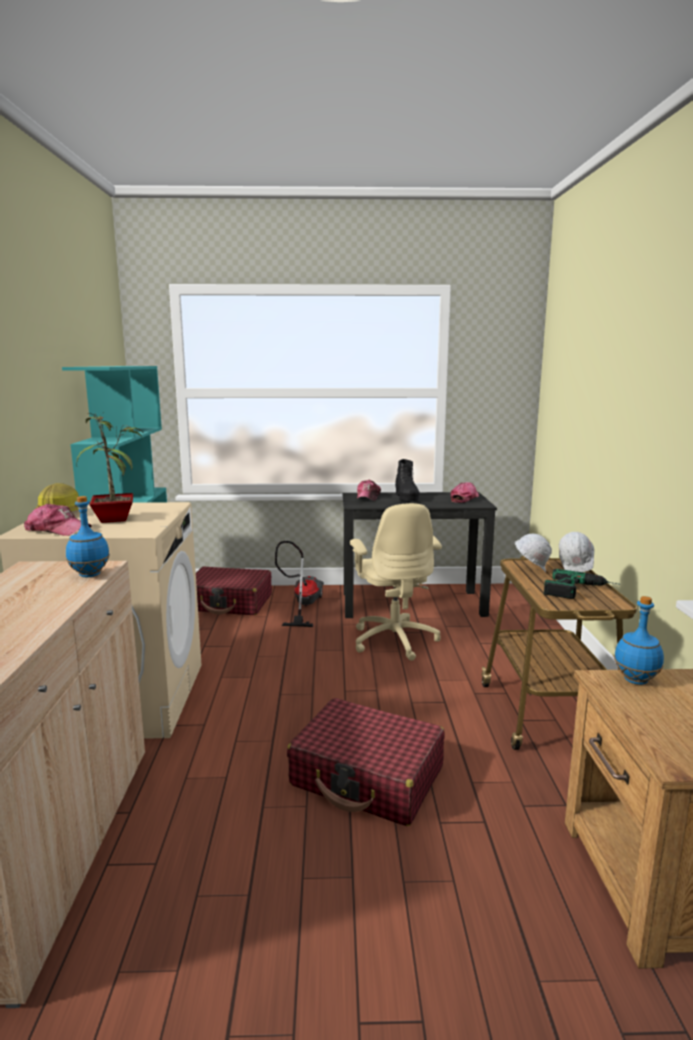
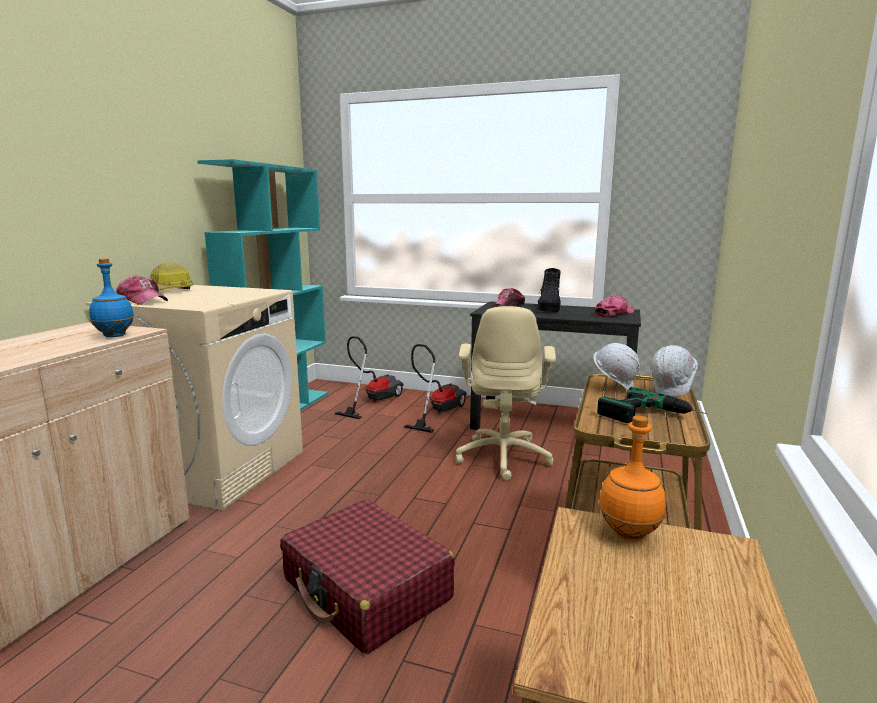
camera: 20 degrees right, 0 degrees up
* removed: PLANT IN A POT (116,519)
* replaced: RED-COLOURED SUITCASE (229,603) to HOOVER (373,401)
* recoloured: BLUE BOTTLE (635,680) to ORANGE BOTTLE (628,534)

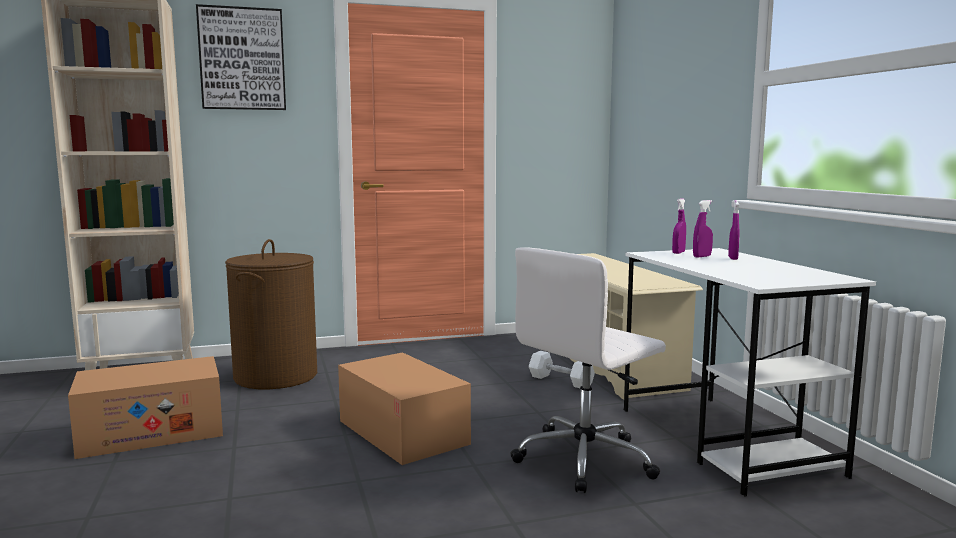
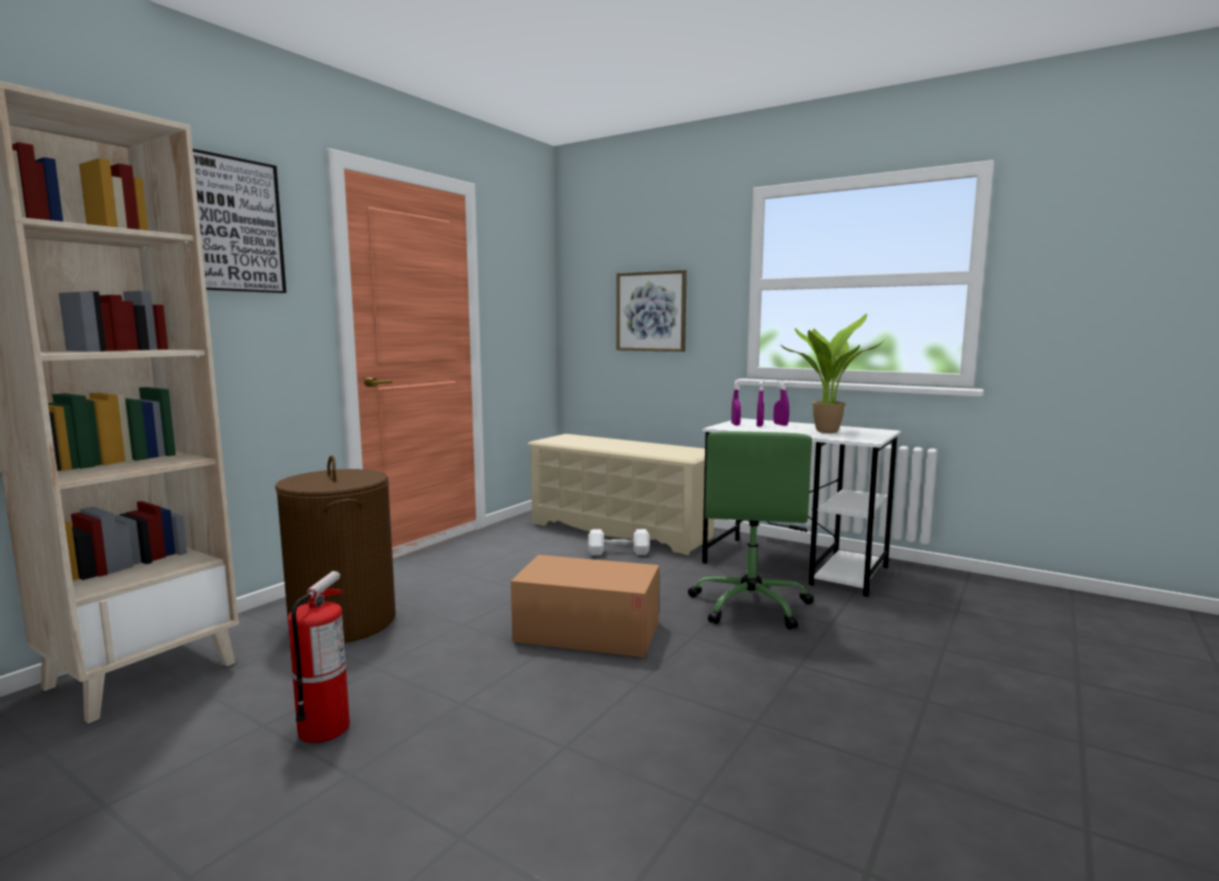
camera: 40 degrees left, 0 degrees up
* replaced: CARTON (151,432) to FIRE-FIGHTING CYLINDER (324,728)
* recoloured: WHITISH COMPUTER CHAIR (586,459) to GREENISH COMPUTER CHAIR (750,605)
* added: WALL ART (651,311)
* added: PLANT IN A POT (825,431)

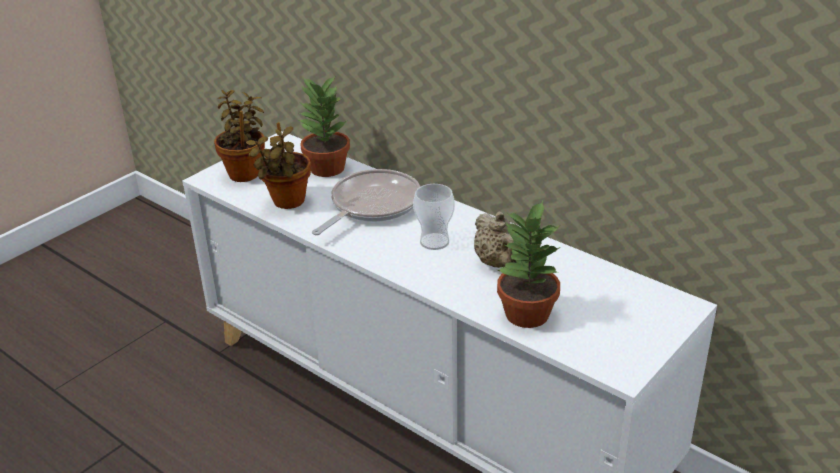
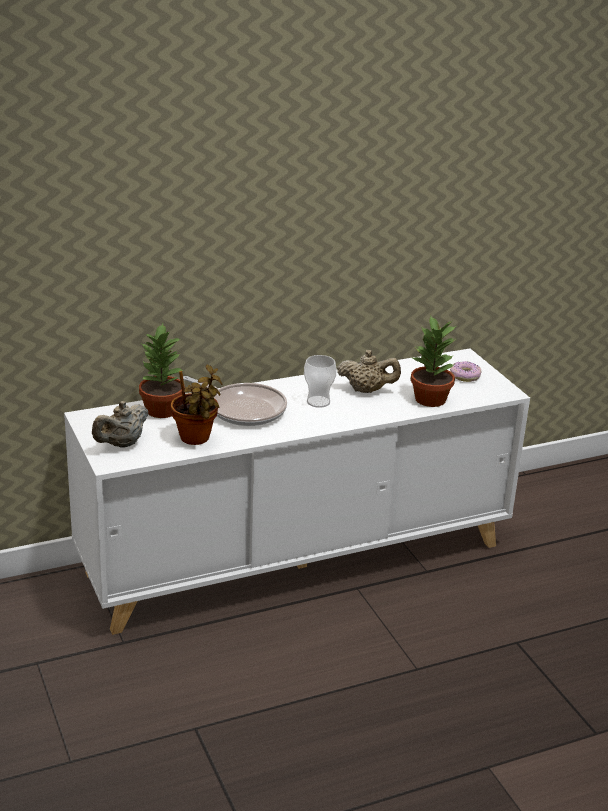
camera: 65 degrees left, 5 degrees down
* replaced: PLANT IN A POT (245,172) to SAND-COLOURED TEA POT (122,444)
* turned: SKILLET (372,206) = (243,409) 150 degrees clockwise
* added: RING DOUGHNUT (465,376)

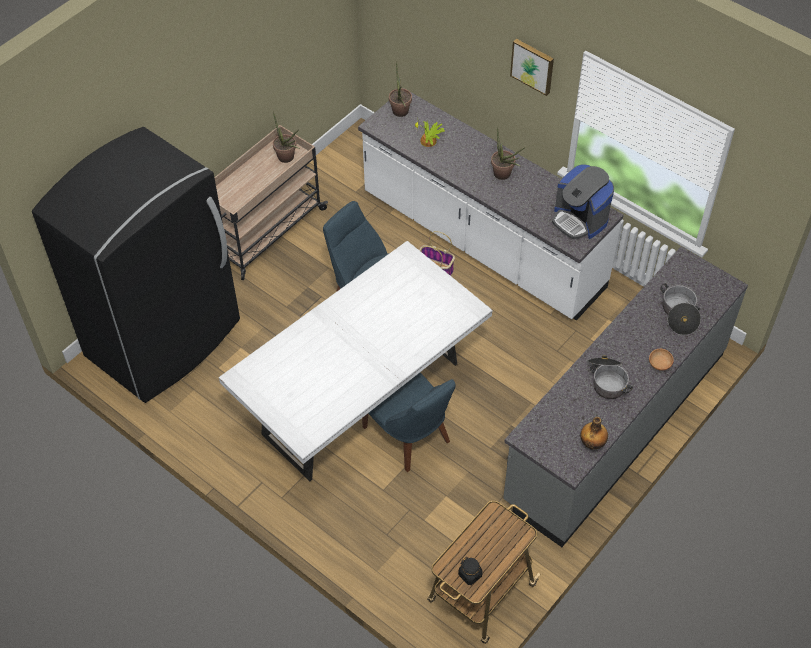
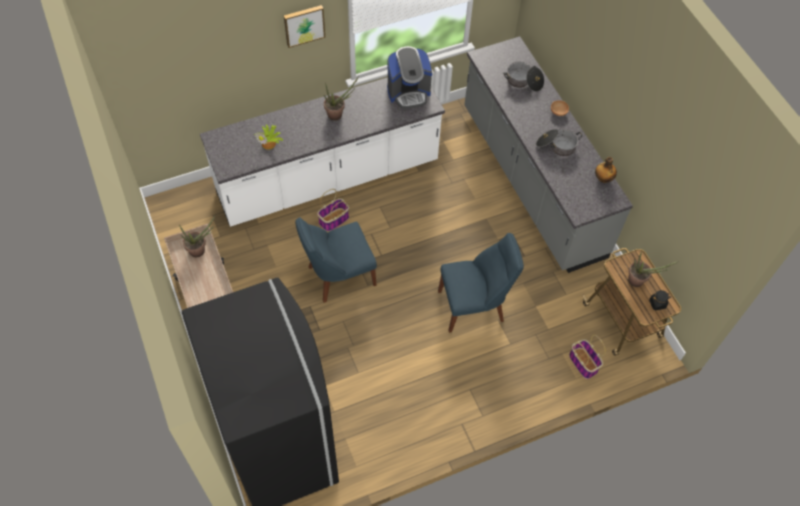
camera: 65 degrees left, 5 degrees up
* removed: WHITISH KITCHEN TABLE (361,398)
* moved: PLANT IN A POT (400,114) to (639,282)
* added: BASKET (584,363)

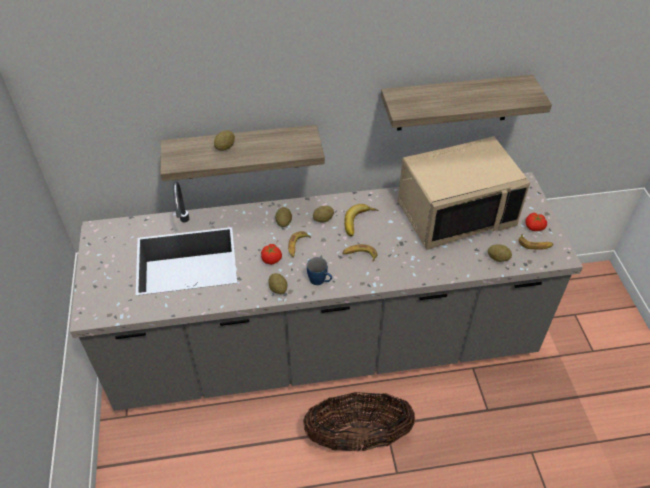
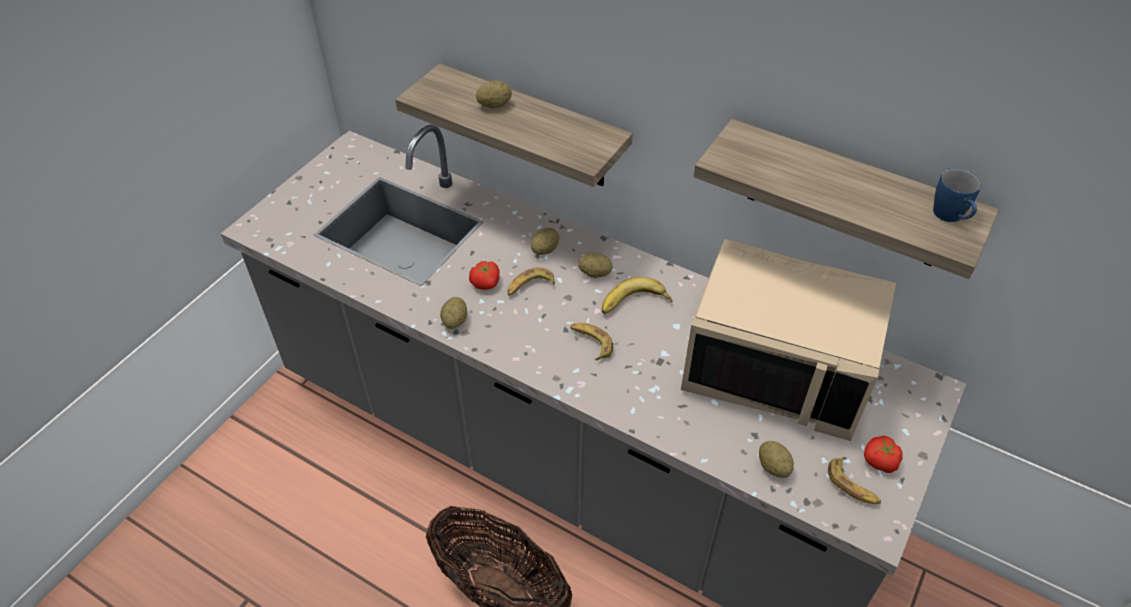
camera: 40 degrees right, 0 degrees up
* moved: BLUE MUG (320,281) to (951,217)

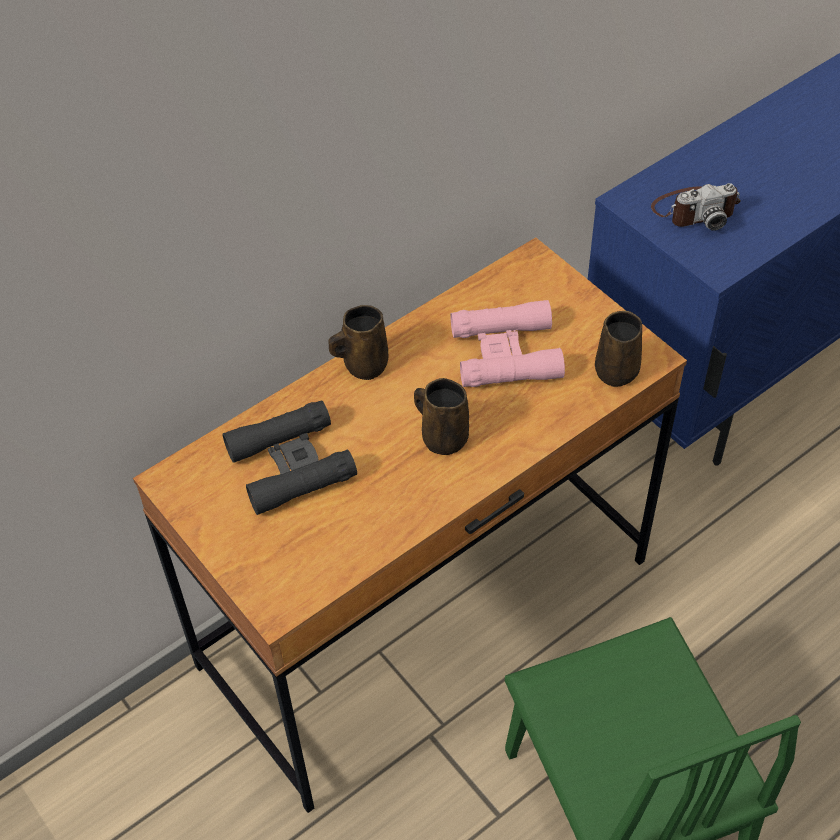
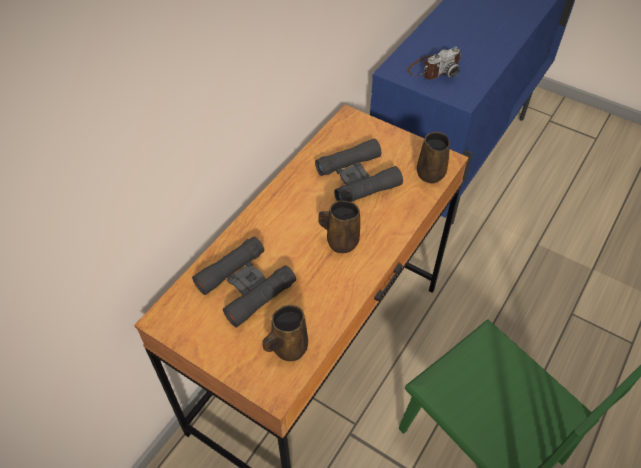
camera: 20 degrees left, 0 degrees up
* moved: BROWN-COLOURED MUG (363,365) to (288,348)
* recoloured: PINKISH FIELD GLASSES (505,353) to BLACK FIELD GLASSES (357,178)

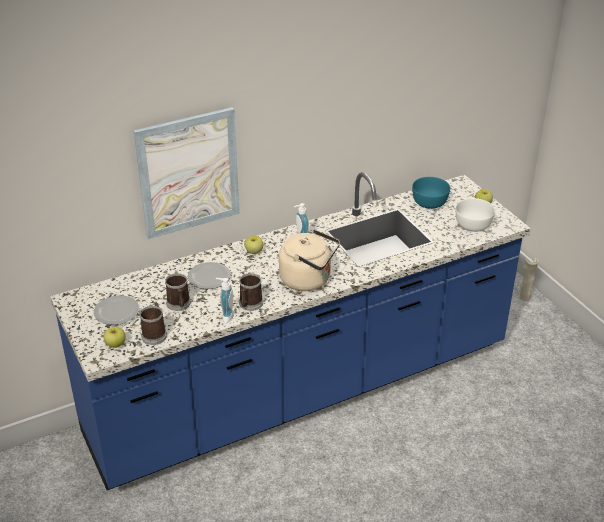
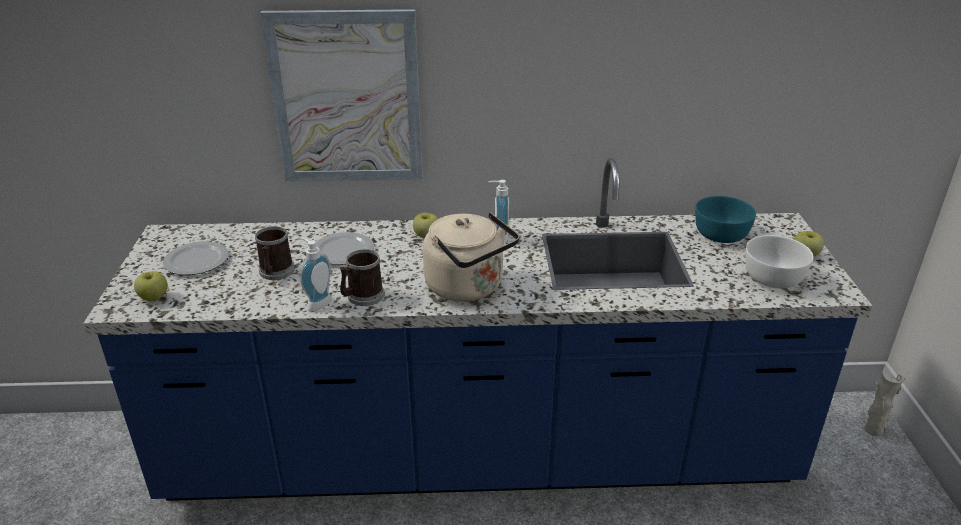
camera: 25 degrees right, 5 degrees down
* removed: MUG (155,334)

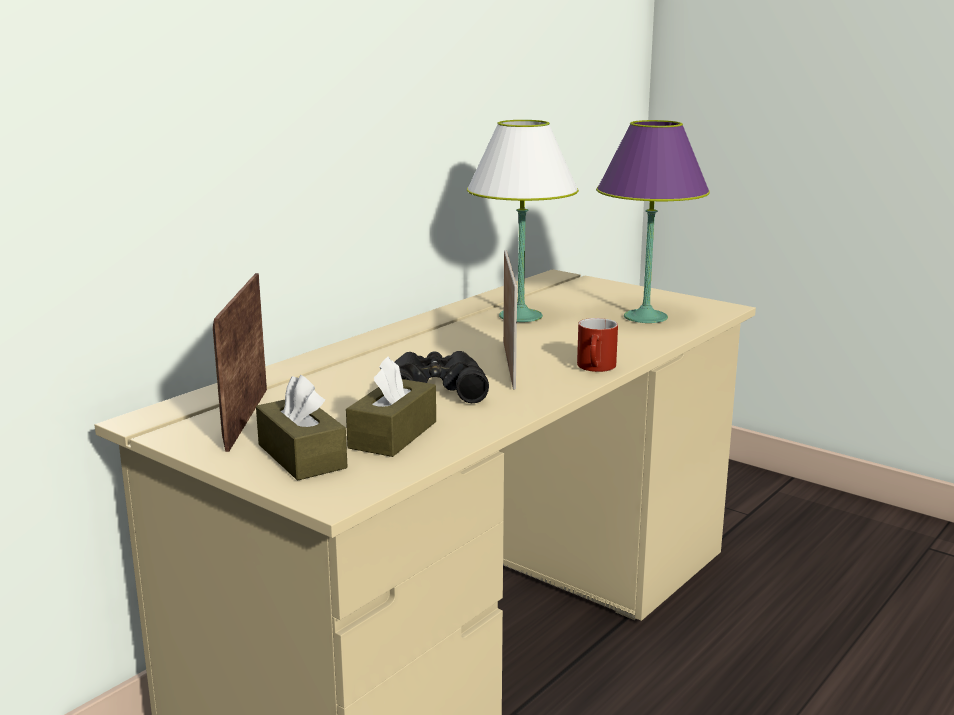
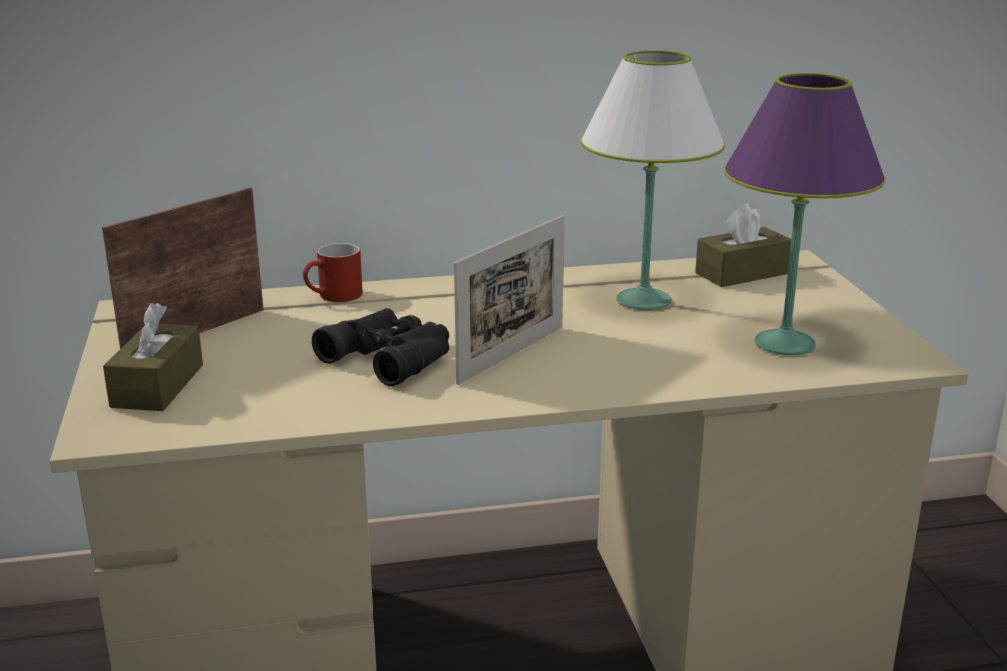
camera: 40 degrees right, 5 degrees up
* moved: BROWN-COLOURED TISSUE HOLDER (393,435) to (742,273)
* moved: RED-COLOURED MUG (597,368) to (334,297)

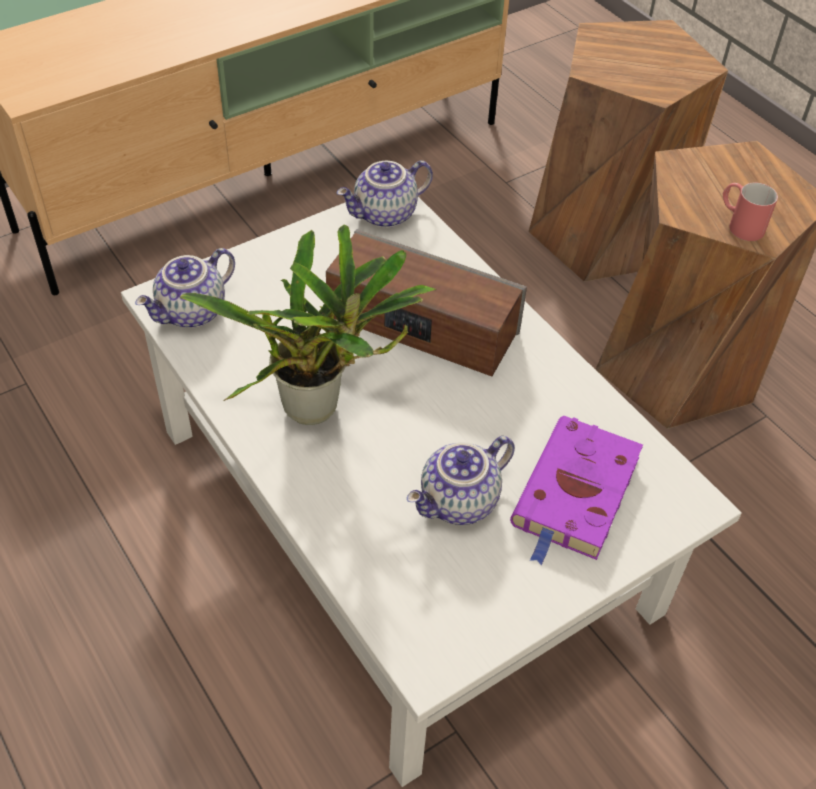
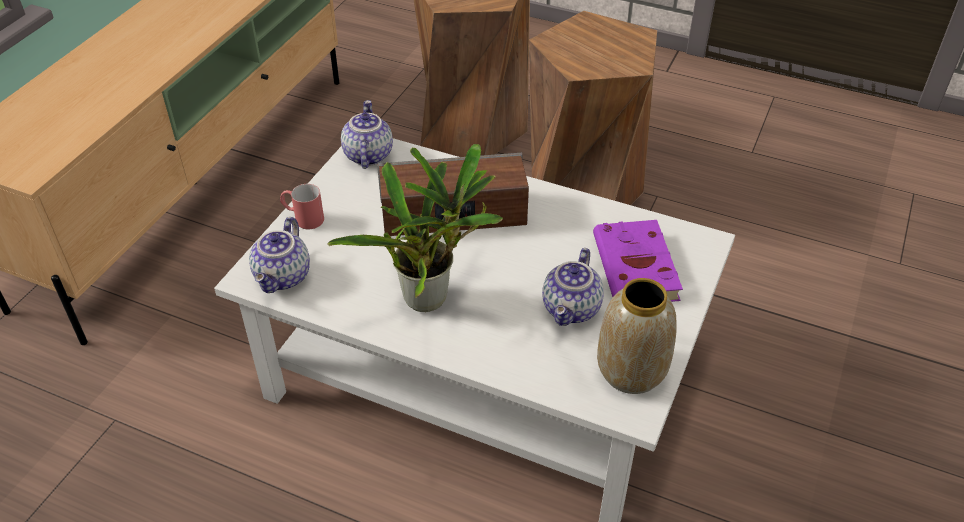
camera: 30 degrees left, 5 degrees down
* turned: TEA POT (385,215) = (367,155) 150 degrees clockwise
* moved: RED-COLOURED MUG (739,224) to (303,218)
* added: FLOWER VASE (632,371)

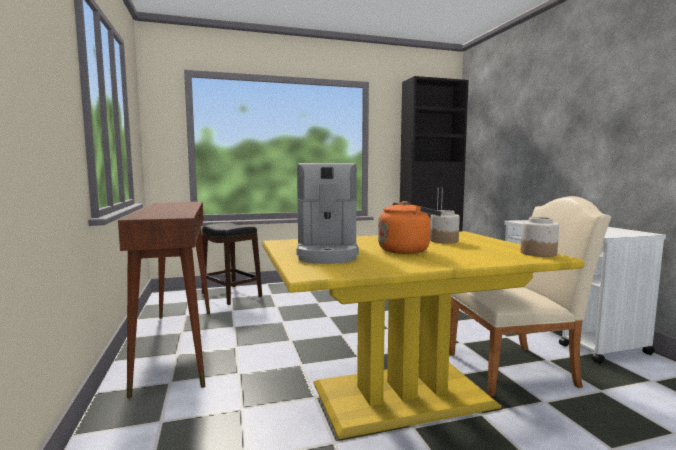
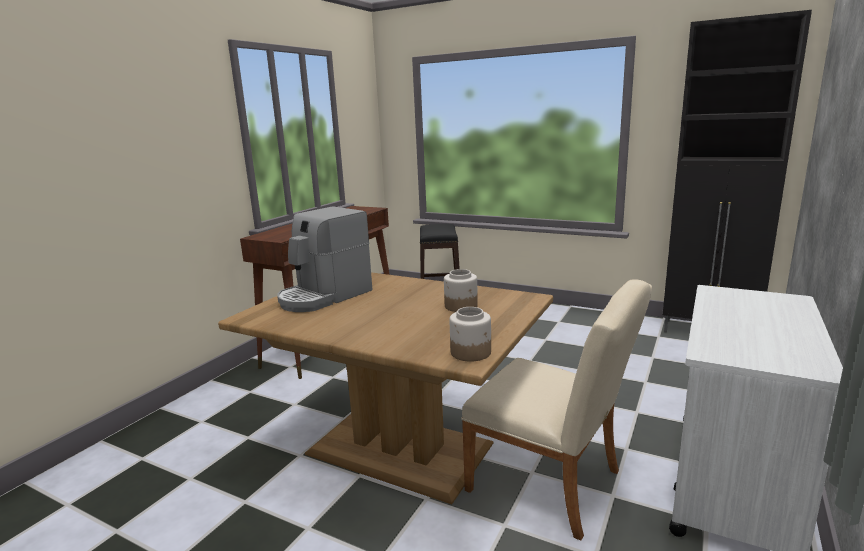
camera: 45 degrees right, 10 degrees up
* recoloured: YELLOW KITCHEN TABLE (400,394) to BROWN-COLOURED KITCHEN TABLE (400,447)
* removed: ORANGE TEA KETTLE (406,250)

